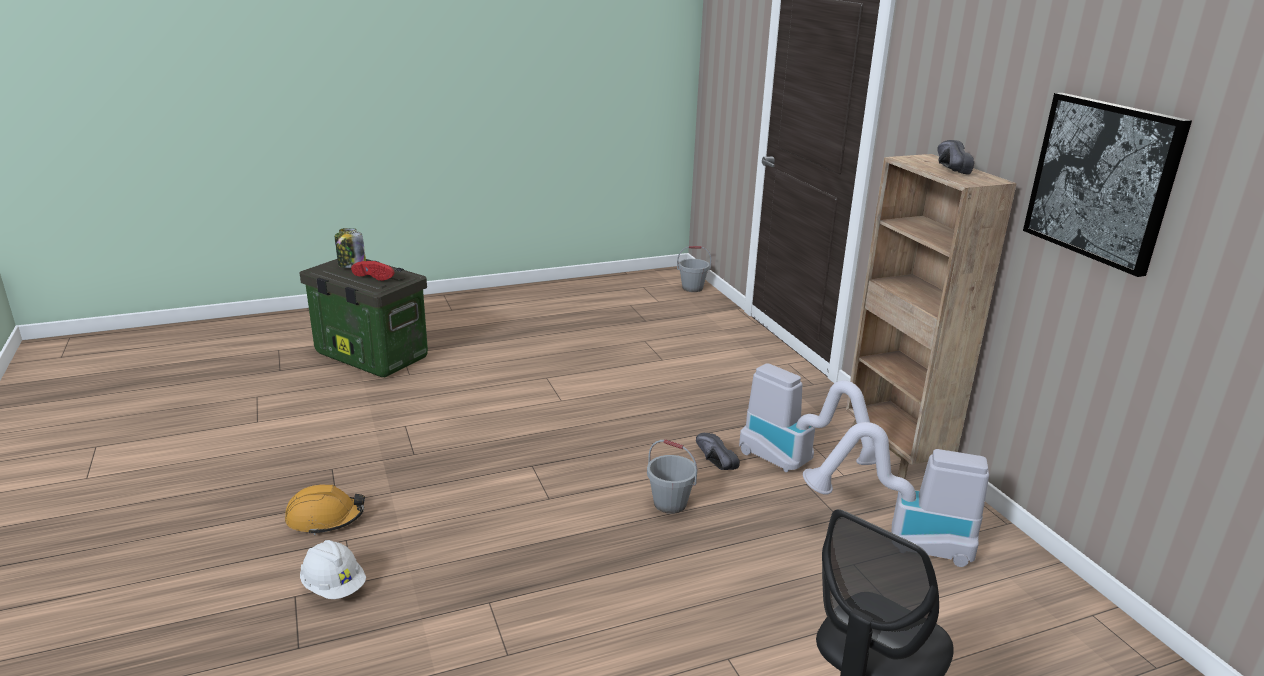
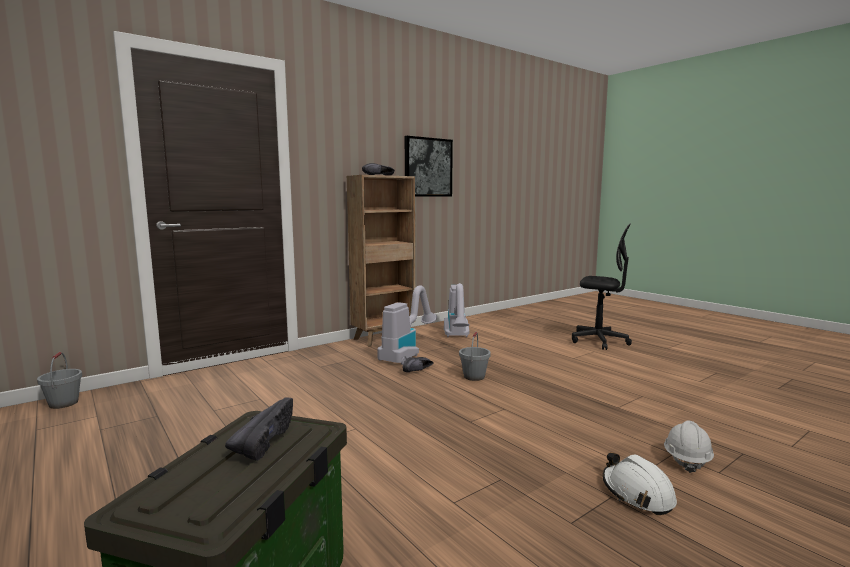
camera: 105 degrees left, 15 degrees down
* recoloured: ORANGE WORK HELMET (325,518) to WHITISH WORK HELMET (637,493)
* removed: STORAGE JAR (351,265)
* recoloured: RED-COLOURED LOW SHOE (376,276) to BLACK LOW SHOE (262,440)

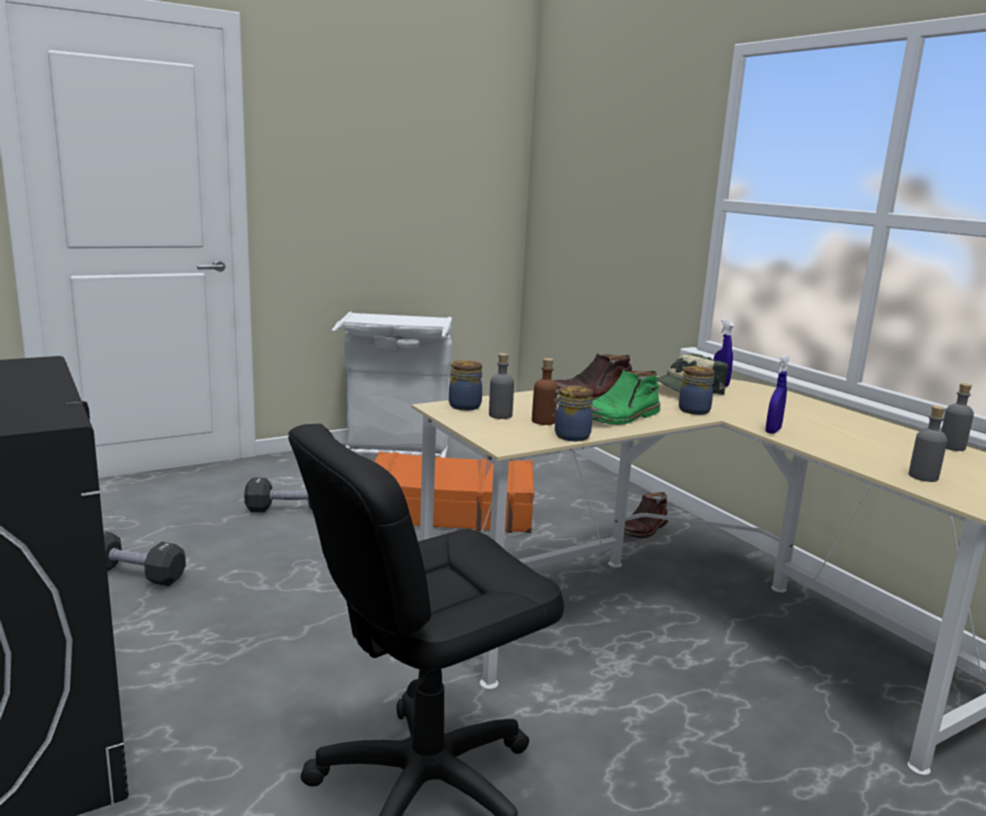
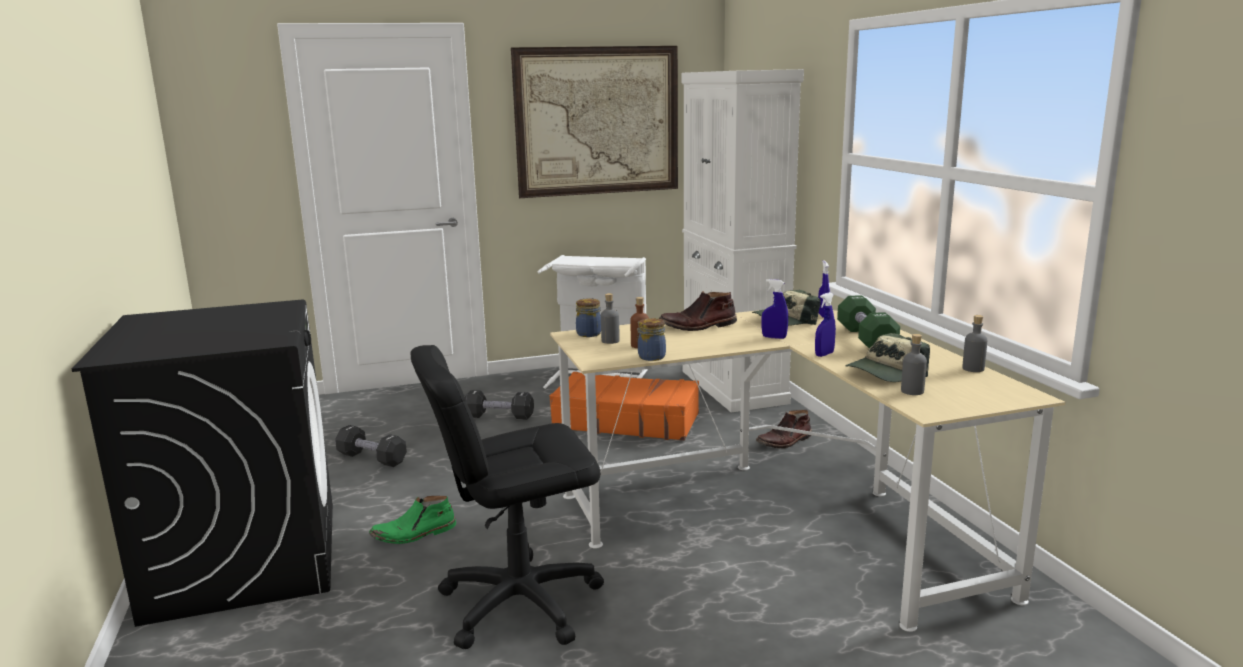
camera: 15 degrees right, 0 degrees up
* moved: GREENISH HIGH-TOP BOOT (618,417) to (414,534)
* replaced: STORAGE JAR (693,410) to BLUE HAND SPRAYER (774,337)
* added: WALL ART (597,121)
* added: WHITISH STORAGE CABINET (733,387)
* added: GREENISH DUMBBELL (866,339)
* added: PEAKED CAP (885,373)

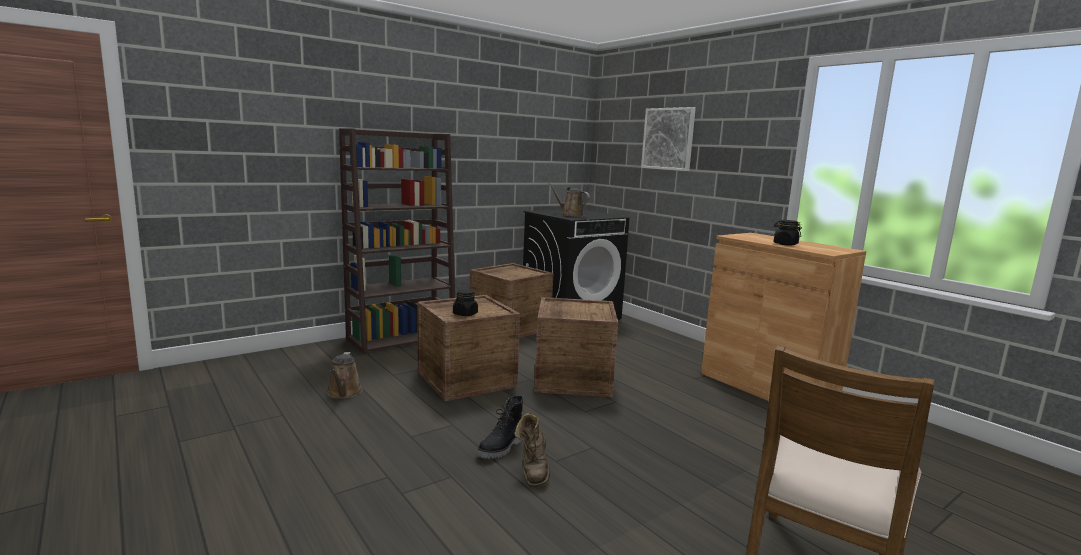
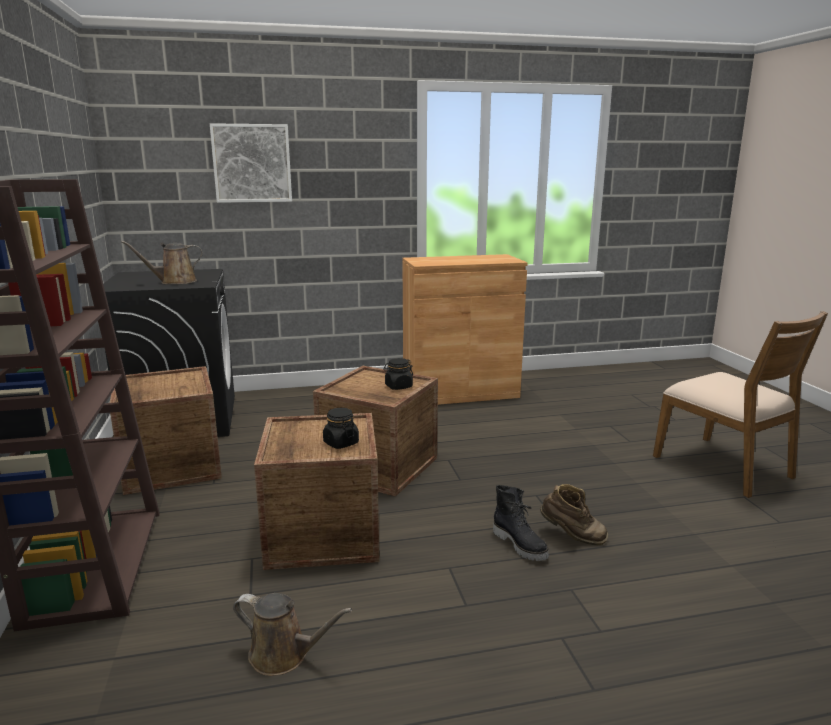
camera: 65 degrees left, 5 degrees up
* moved: BLACK STORAGE JAR (785,244) to (398,386)

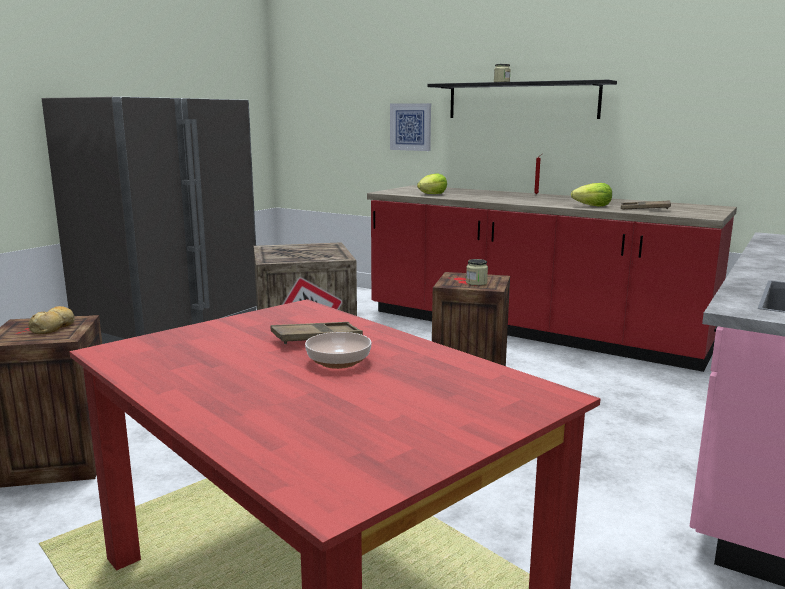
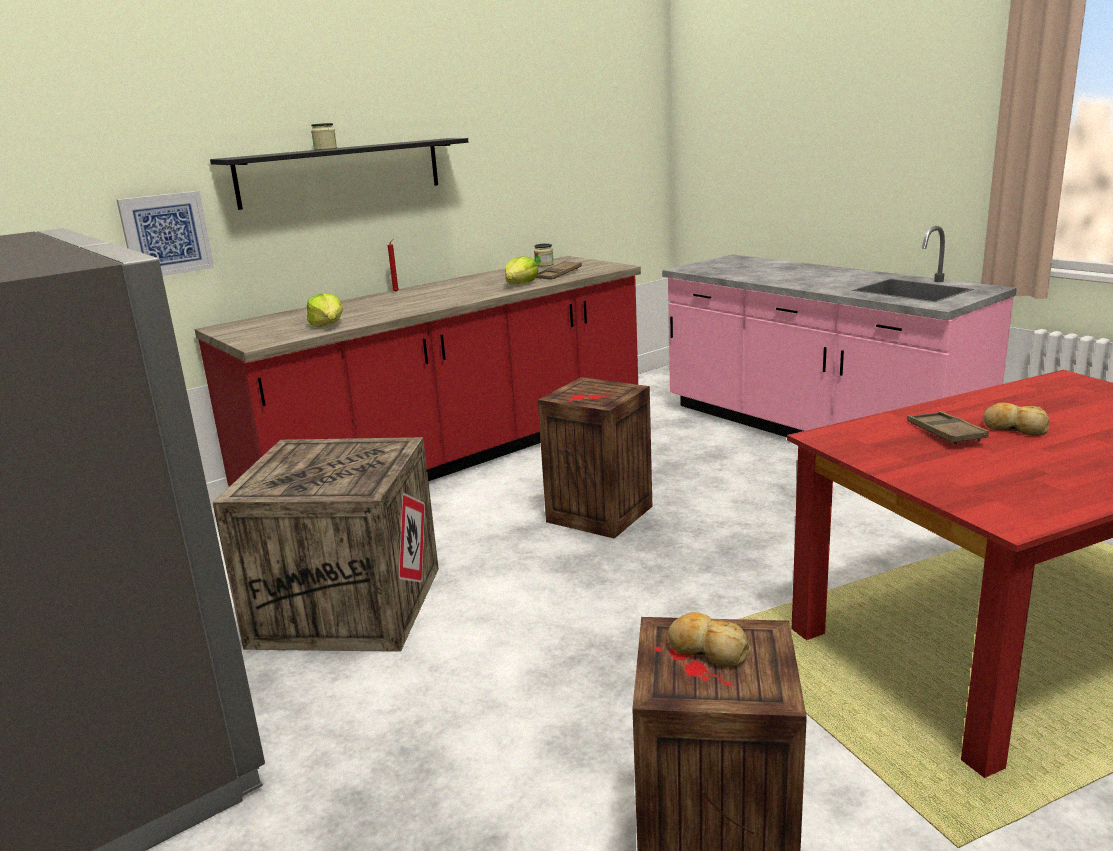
camera: 70 degrees left, 5 degrees up
* replaced: BOWL (337,362) to BAKED BREAD (1014,428)
* moved: STORAGE JAR (476,283) to (544,265)

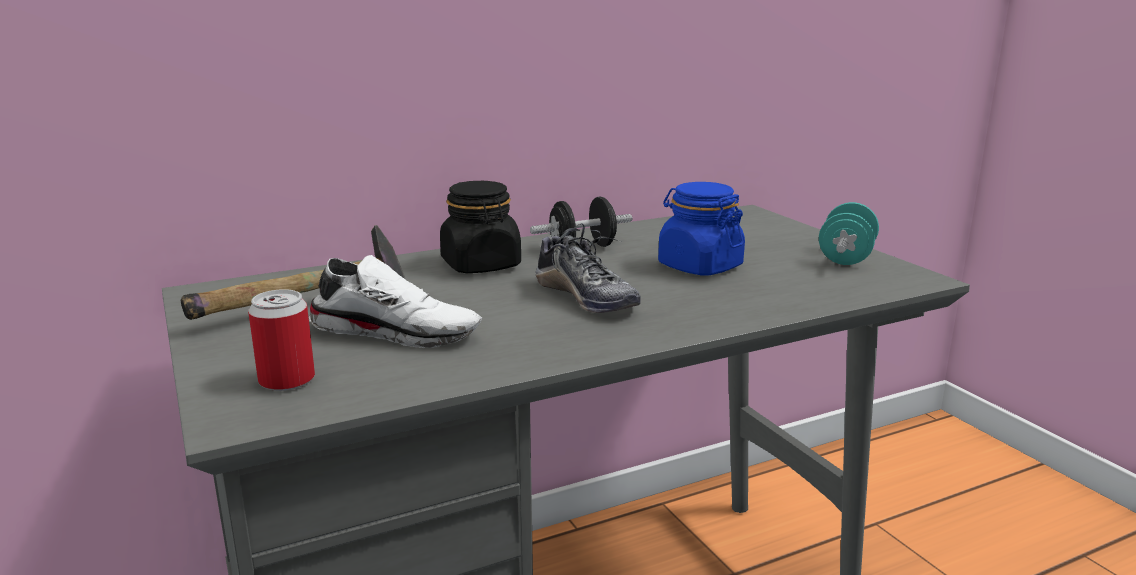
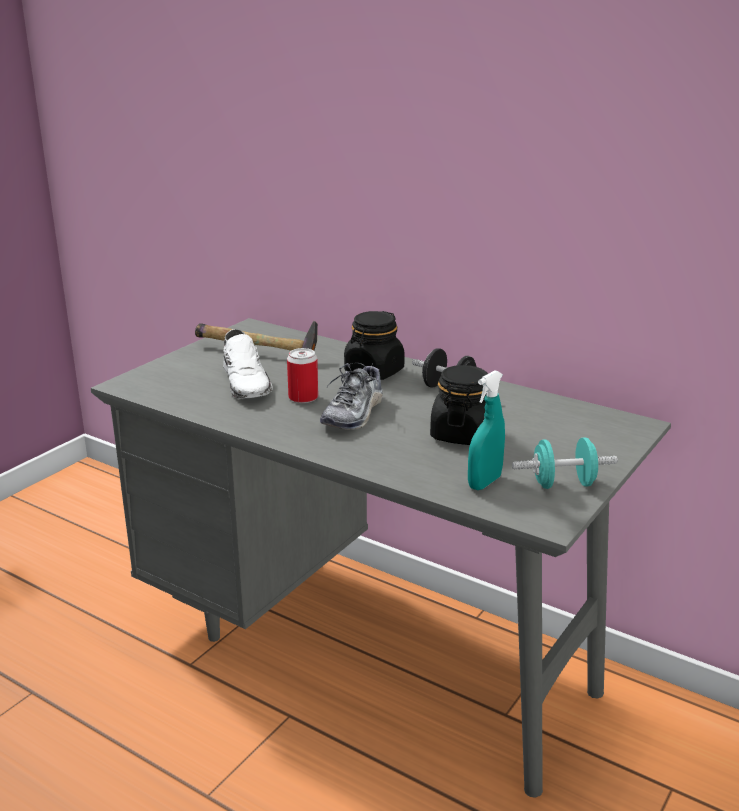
camera: 60 degrees right, 5 degrees up
* moved: SEALED CAN (287,380) to (303,398)
* recoloured: BLUE STORAGE JAR (699,266) to BLACK STORAGE JAR (461,434)
* added: TURQUOISE-COLOURED HAND SPRAYER (484,482)

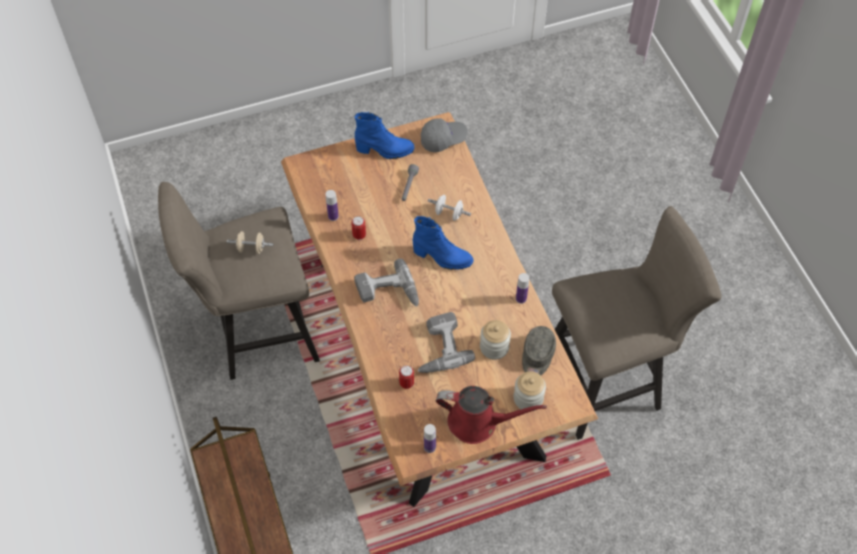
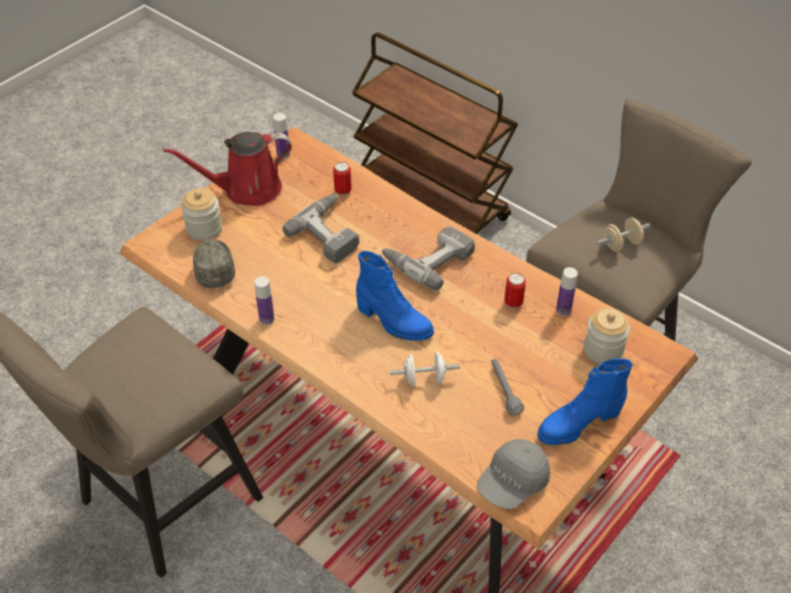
camera: 150 degrees right, 10 degrees down
* turned: BLUE HIGH-TOP BOOT (442,258) = (393,322) 135 degrees counterclockwise
* moved: STORAGE JAR (494,347) to (603,350)

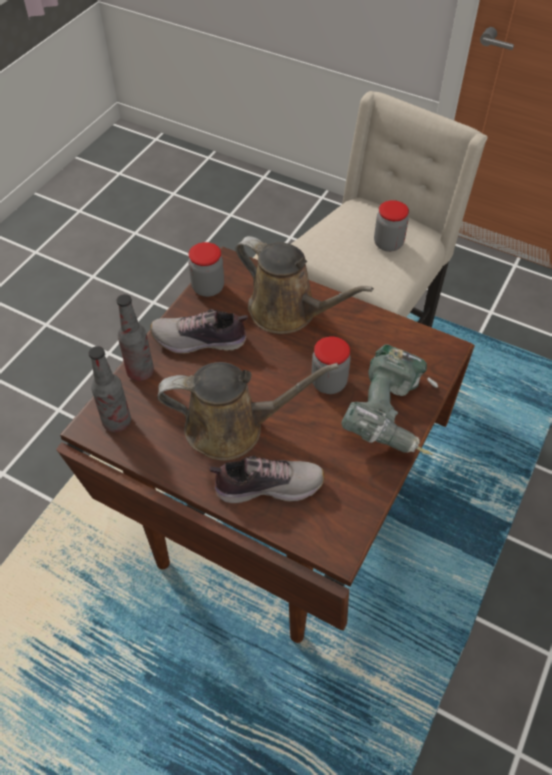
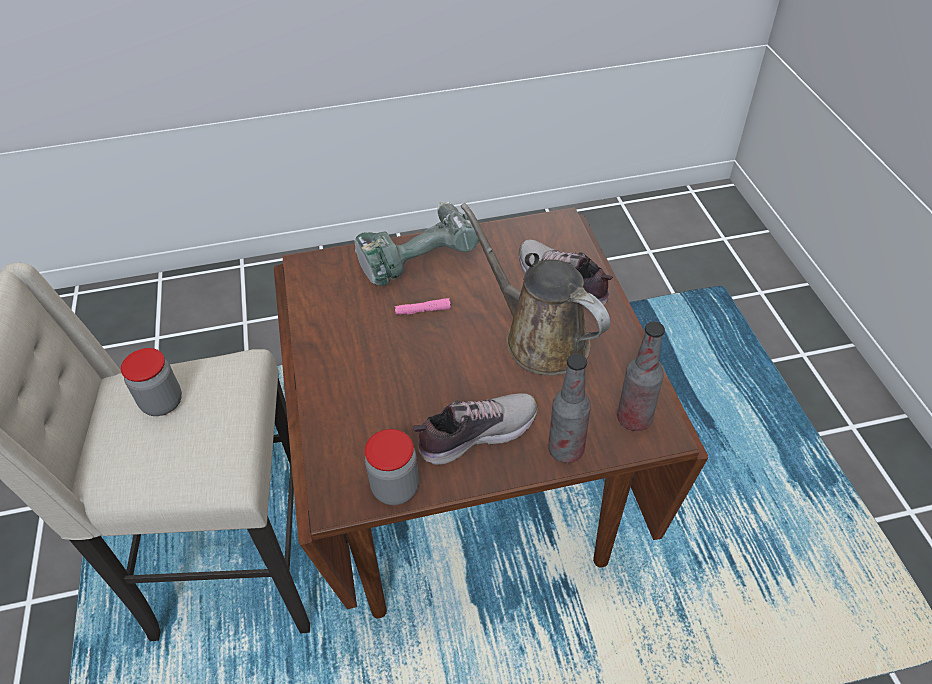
camera: 130 degrees left, 5 degrees down
* turned: LOW SHOE (200,341) = (475,433) 75 degrees counterclockwise
* removed: BROWN-COLOURED WATERING POT (288,312)
* replaced: STORAGE JAR (329,383) to PINKISH HAND TORCH (423,311)

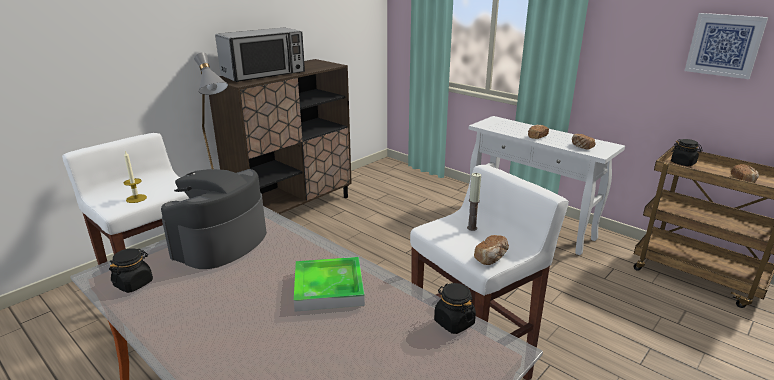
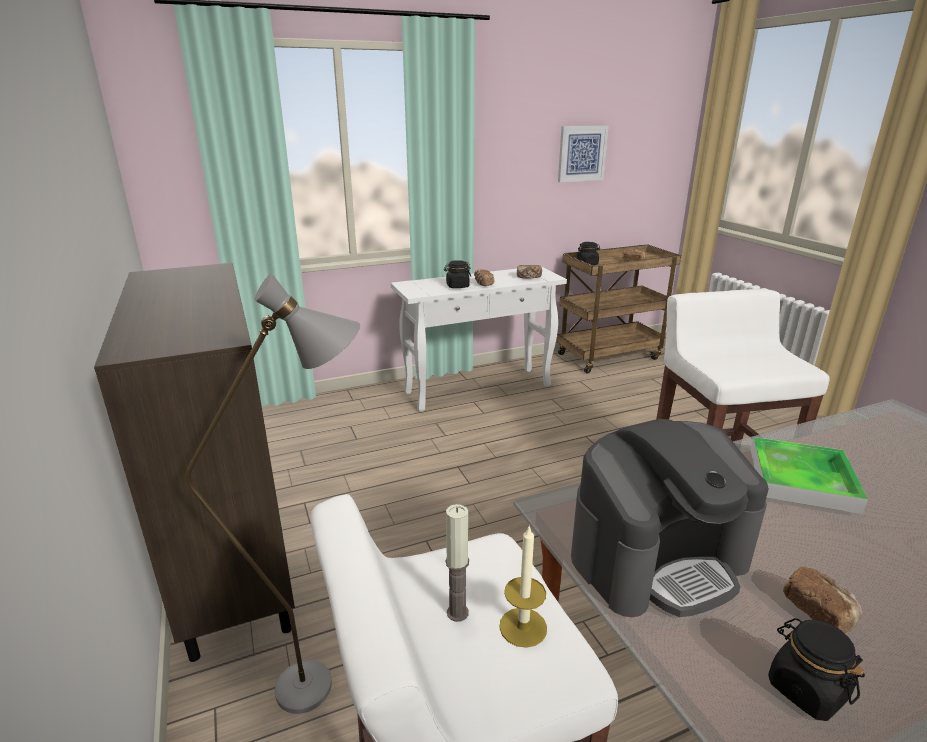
camera: 65 degrees left, 0 degrees up
* turned: COFFEE BREWER (220,242) = (658,558) 75 degrees counterclockwise
* removed: MICROWAVE (264,74)
* moved: BLACK STORAGE JAR (454,322) to (457,286)
* moved: WAX LIGHT (472,228) to (457,612)
* moved: BAKED BREAD (492,258) to (818,611)

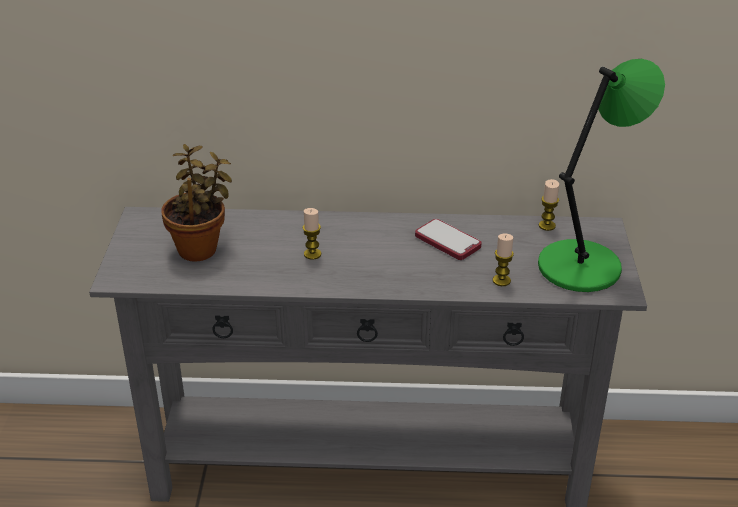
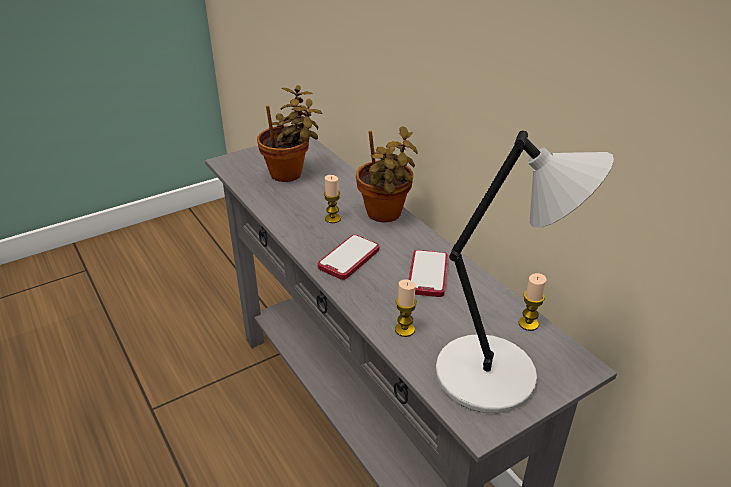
camera: 55 degrees right, 0 degrees up
* recoloured: GREENISH TABLETOP LAMP (583,265) to GRAY TABLETOP LAMP (492,375)
* added: HANDSET (349,258)
* added: PLANT IN A POT (385,215)

